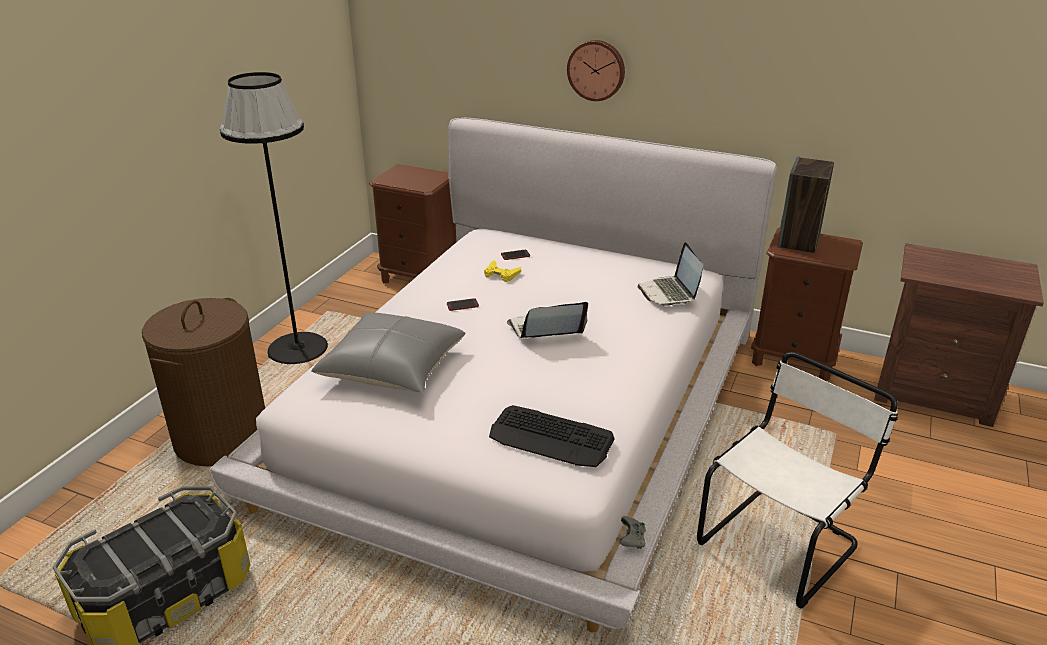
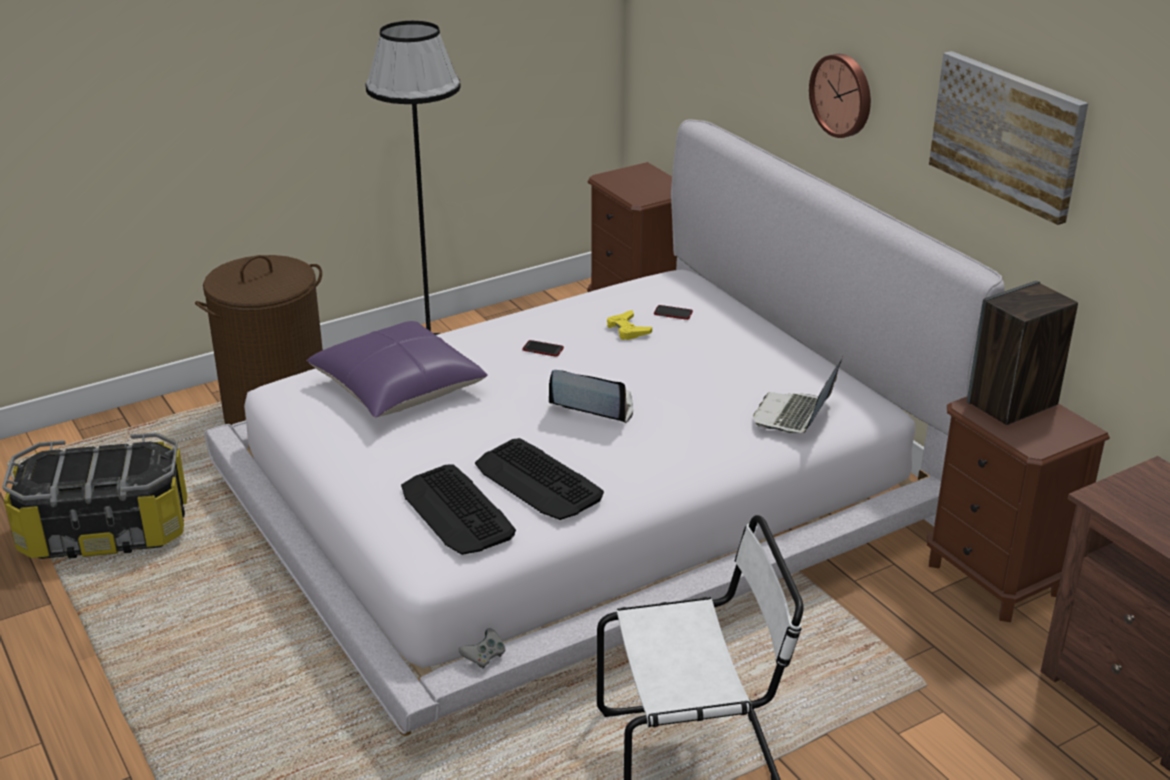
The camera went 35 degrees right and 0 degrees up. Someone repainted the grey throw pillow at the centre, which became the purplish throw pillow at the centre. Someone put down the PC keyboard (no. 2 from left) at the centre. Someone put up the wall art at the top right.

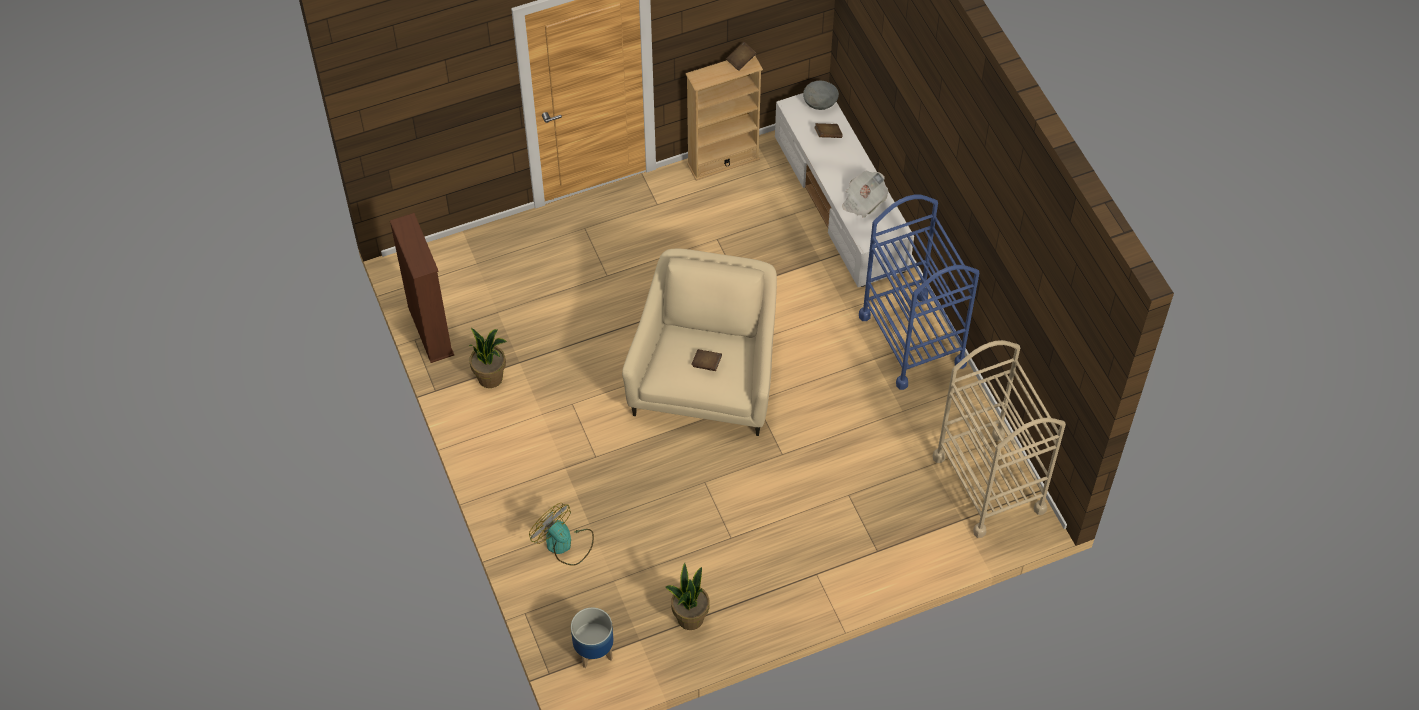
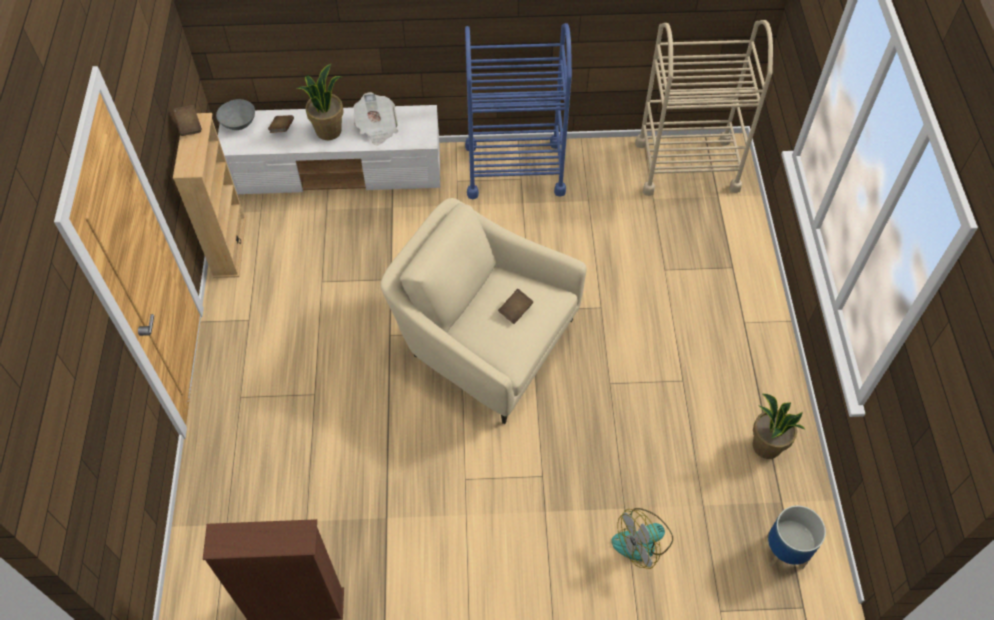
The camera went 70 degrees left and 0 degrees up. Someone carried the plant in a pot (no. 1 from left) from the centre to the top left.

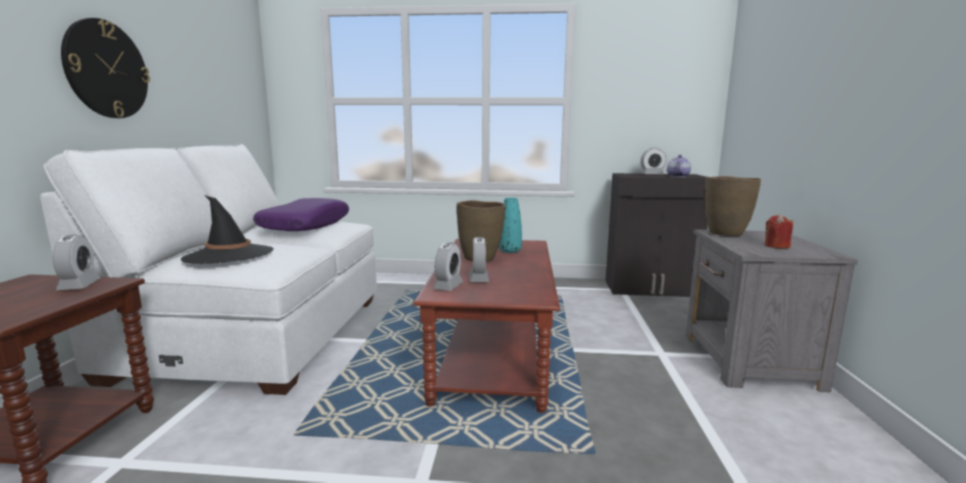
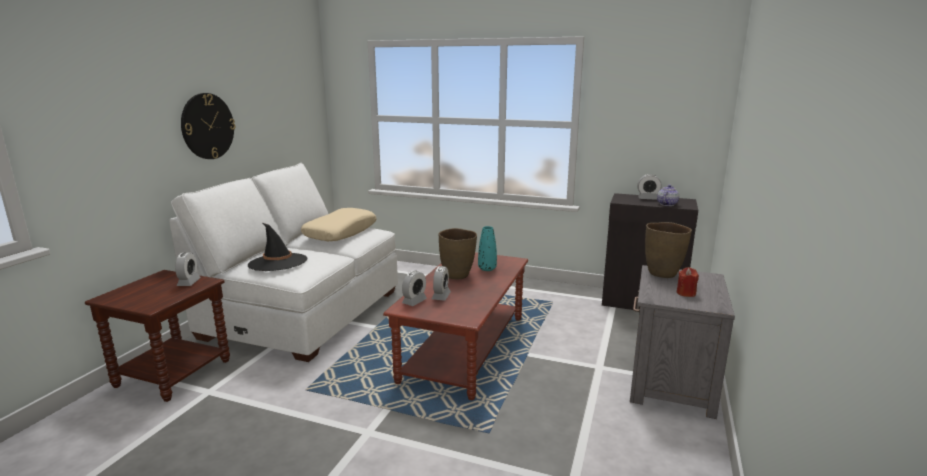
The camera went 15 degrees right and 5 degrees up. Someone repainted the purplish throw pillow at the middle left, which became the beige-coloured throw pillow at the centre.

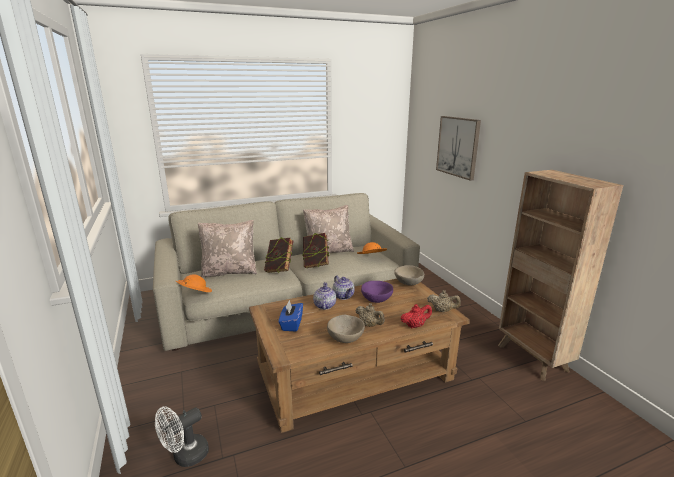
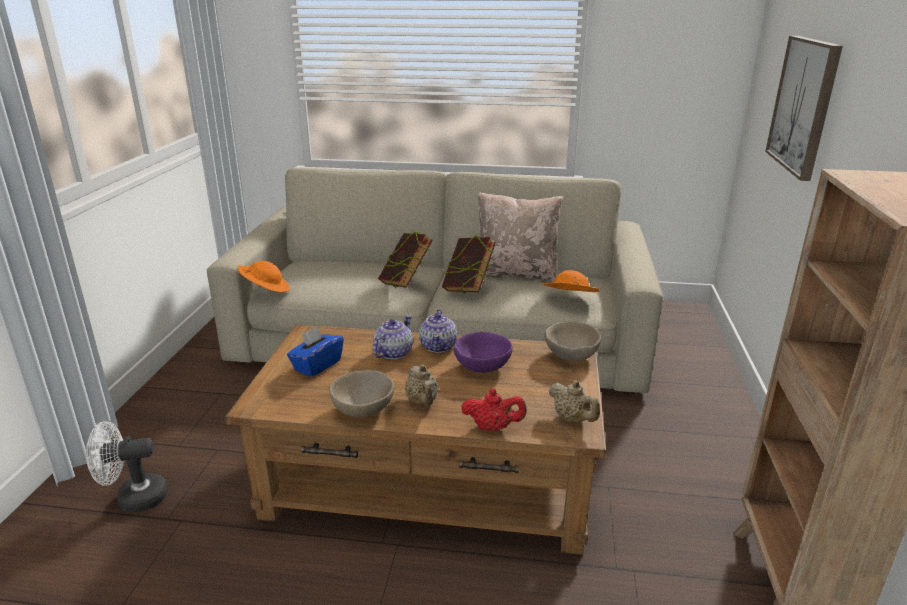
The camera went 30 degrees right and 5 degrees up. Someone took away the beige-coloured throw pillow (no. 1 from left) at the centre.

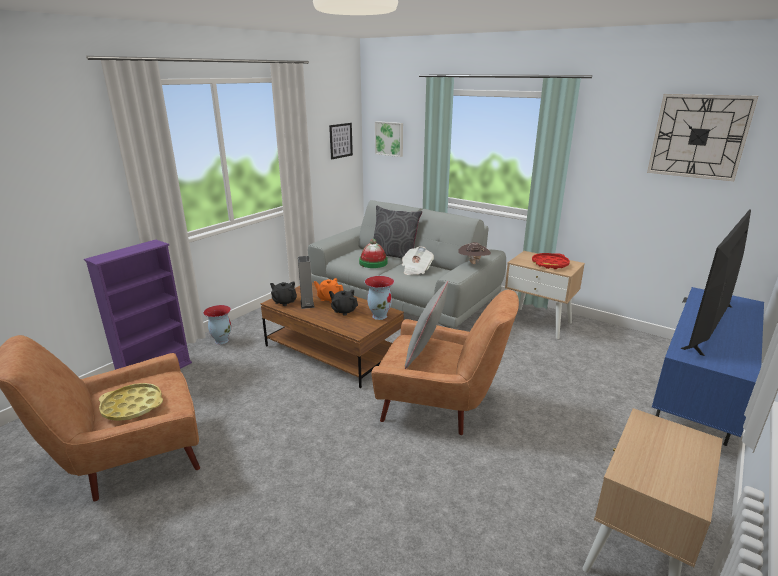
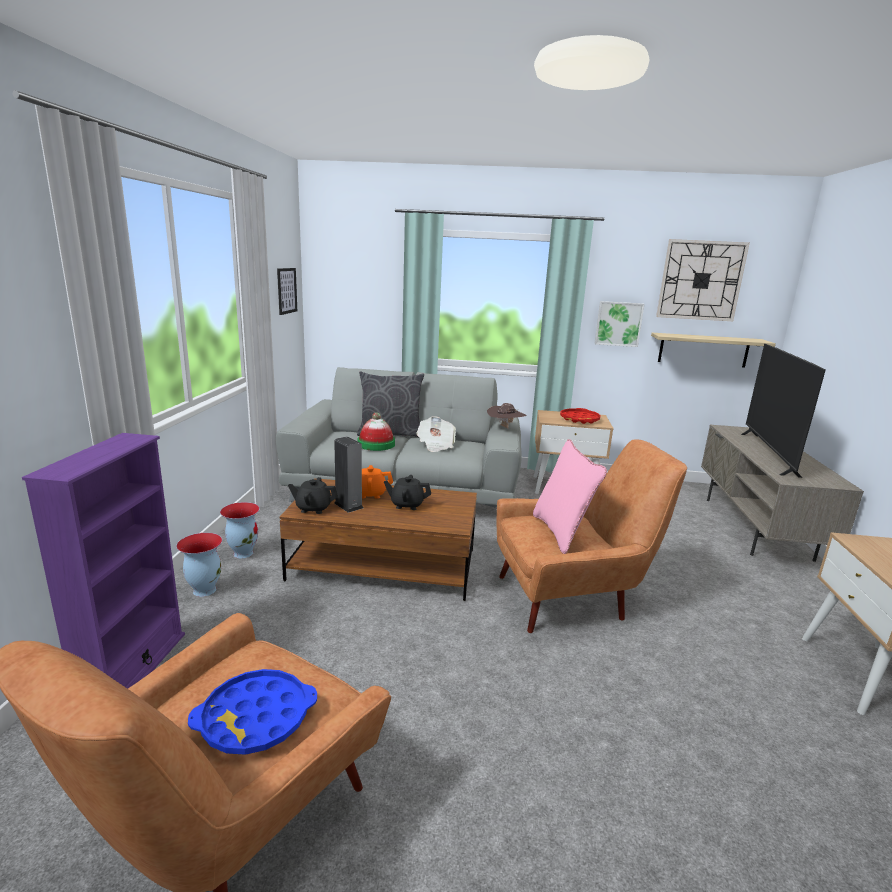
The camera went 30 degrees left and 5 degrees down. Someone repainted the yellowish tray at the bottom left, which became the blue tray at the bottom left. Someone carried the vase (no. 2 from left) from the centre to the middle left. Someone carried the wall art (no. 2 from left) from the top centre to the middle right. Someone repainted the grey throw pillow (no. 2 from left) at the centre, which became the pink throw pillow at the centre. Someone repainted the blue media console at the middle right, which became the grey media console at the middle right. Someone put up the bracket shelf at the middle right.

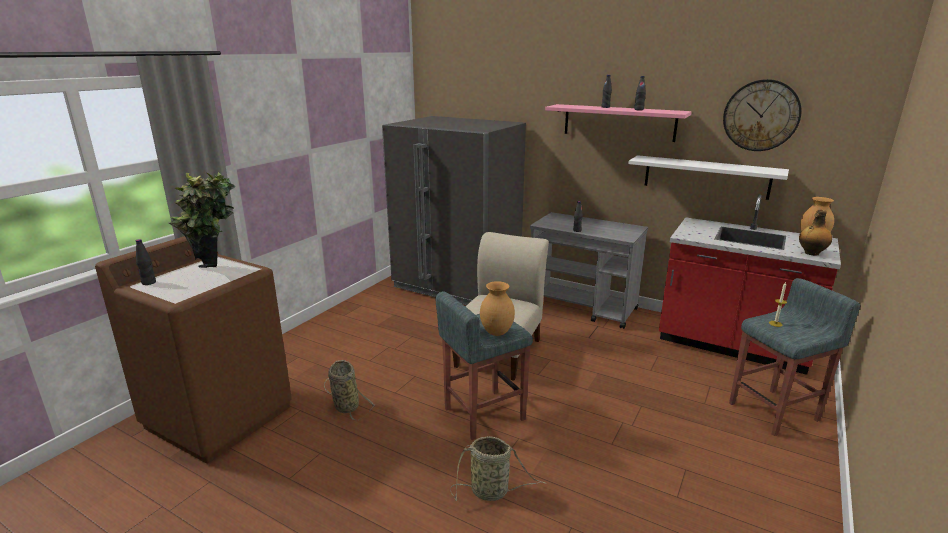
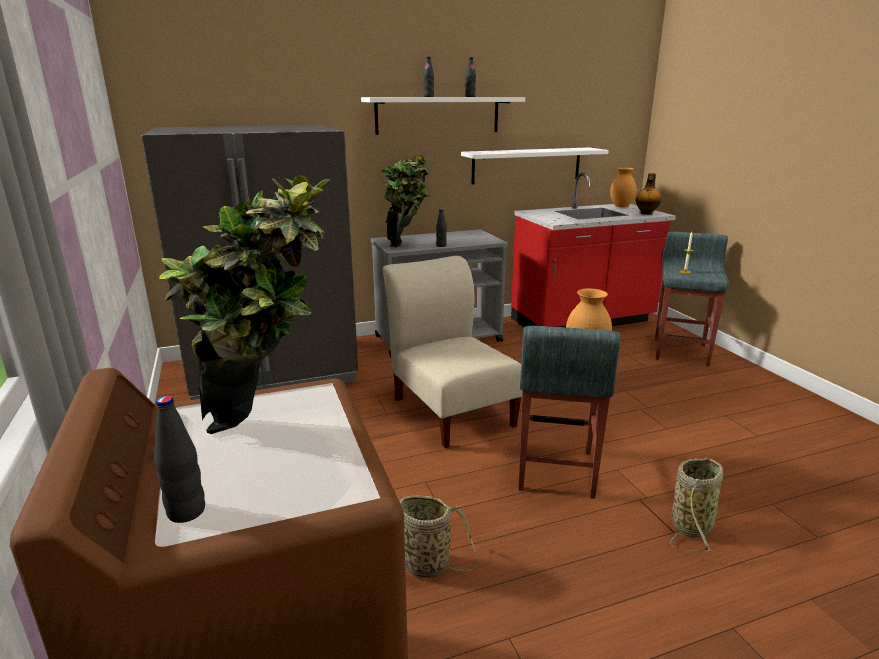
The camera went 50 degrees left and 0 degrees up. Someone repainted the pink bracket shelf at the top centre, which became the white bracket shelf (no. 1 from left) at the top centre. Someone took away the wall clock at the top right. Someone put down the plant in a pot (no. 2 from left) at the top centre.

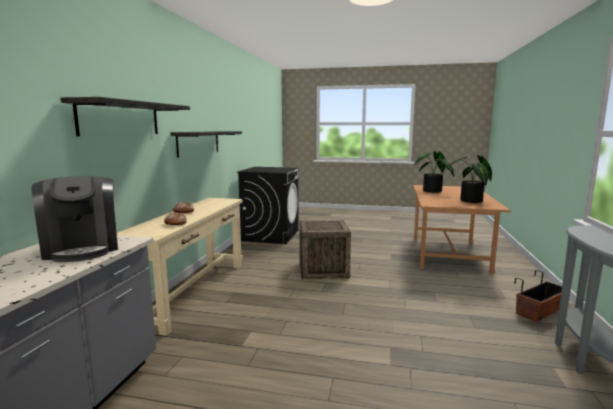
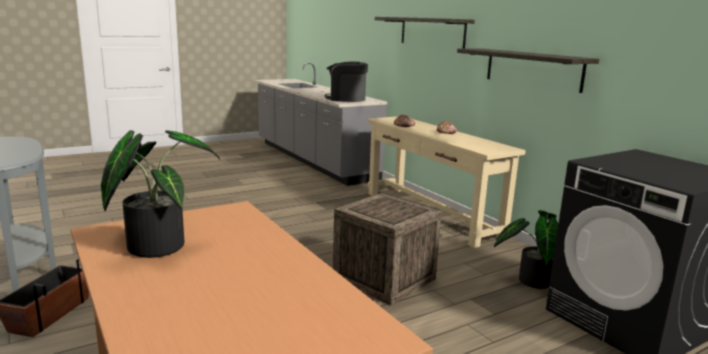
The camera went 135 degrees right and 5 degrees up. Someone carried the plant in a pot (no. 1 from left in the first image) from the middle right to the bottom right.

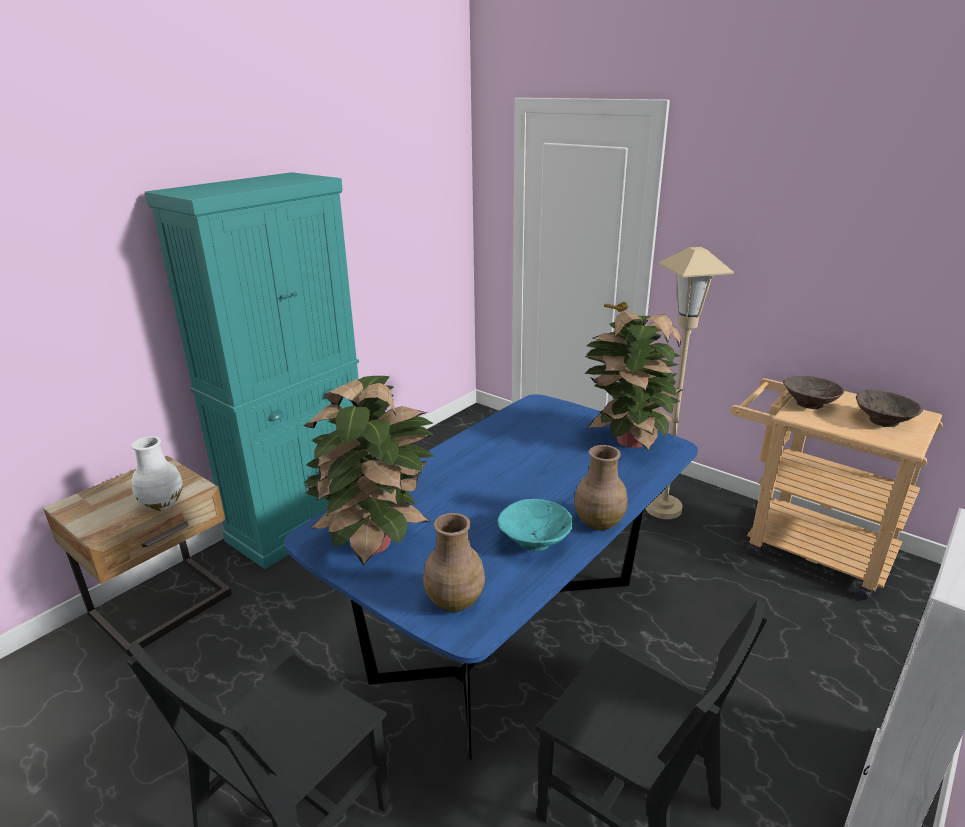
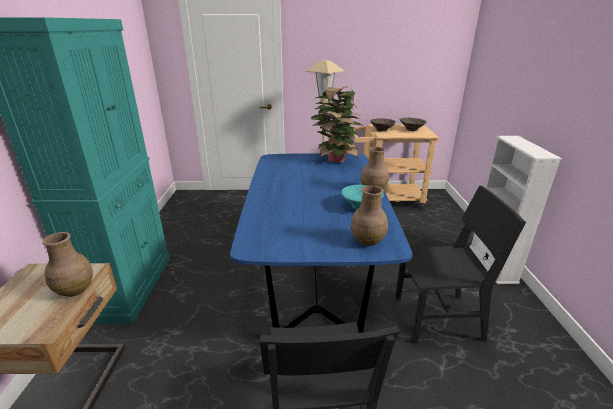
The camera went 40 degrees left and 0 degrees up. Someone repainted the white vase at the middle left, which became the brownish vase (no. 1 from left) at the middle left. Someone took away the plant in a pot (no. 1 from left) at the centre.

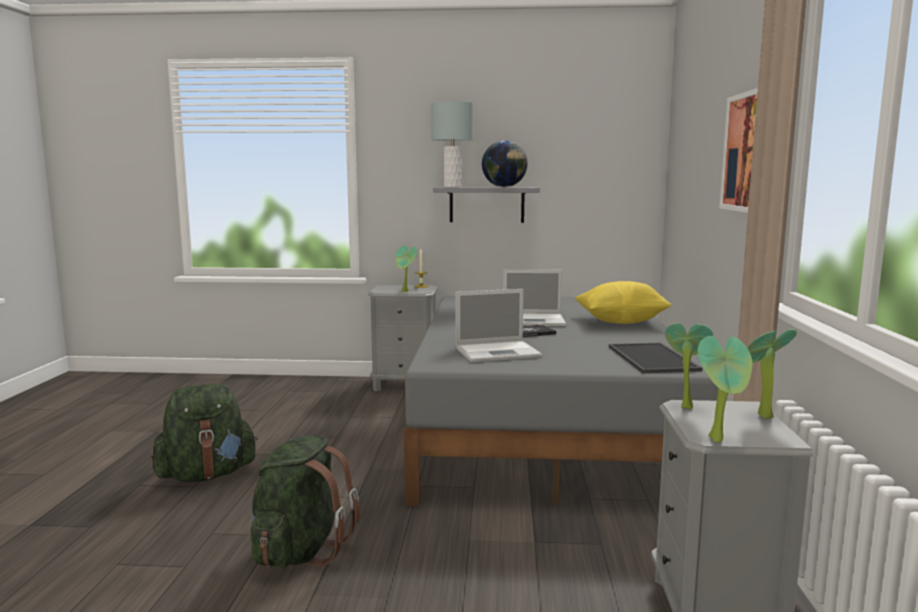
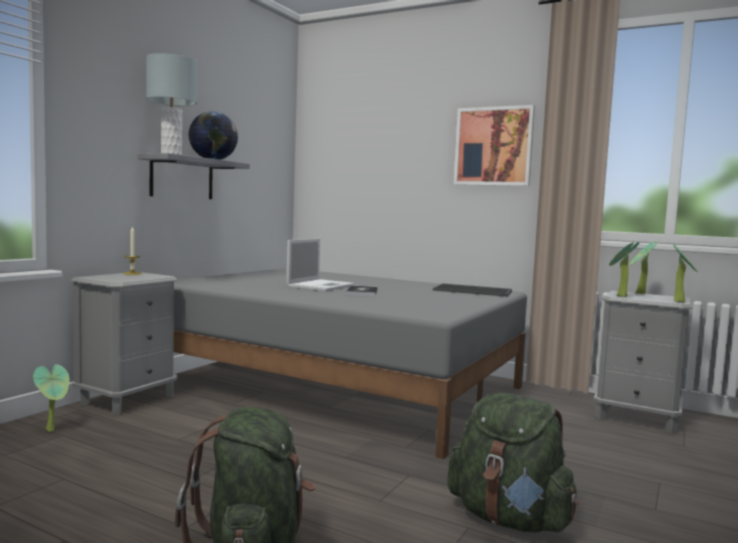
The camera went 65 degrees left and 5 degrees down. Someone carried the plant in a pot (no. 1 from left) from the centre to the bottom left. Someone took away the laptop (no. 1 from left) at the centre. Someone took away the yellowish throw pillow at the middle right.

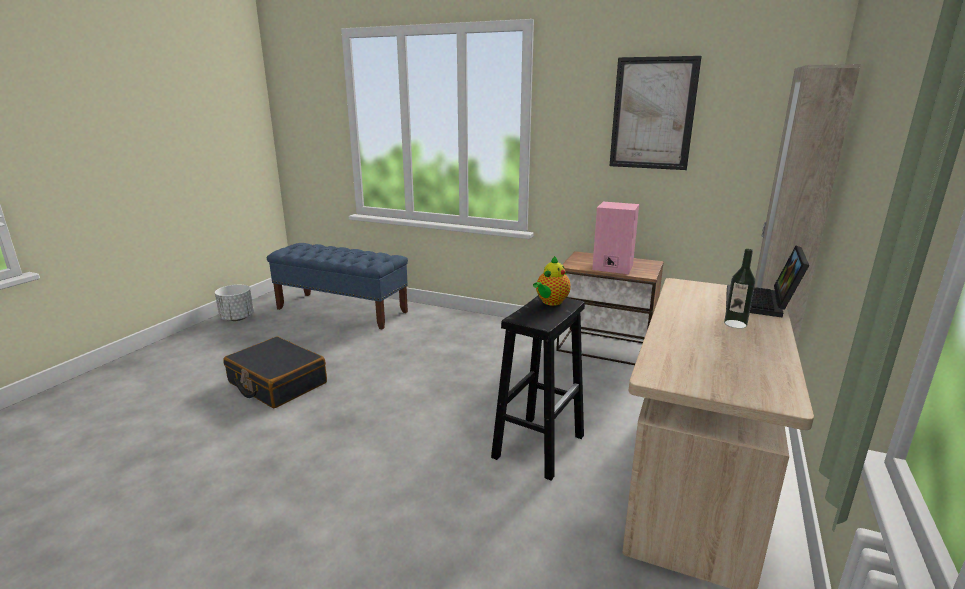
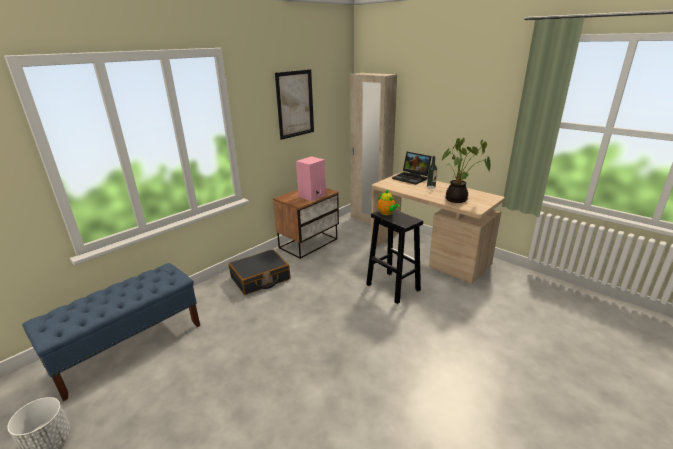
The camera went 70 degrees left and 5 degrees up. Someone carried the black suitcase from the middle left to the centre. Someone put down the plant in a pot at the middle right.

